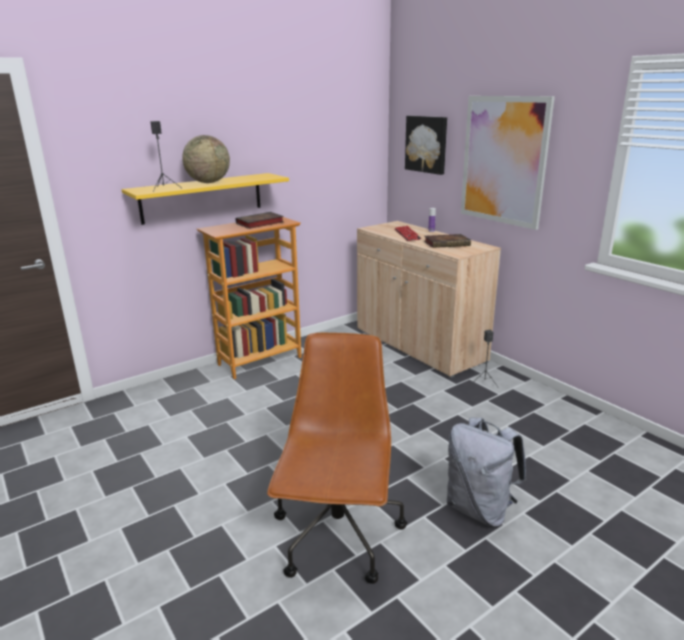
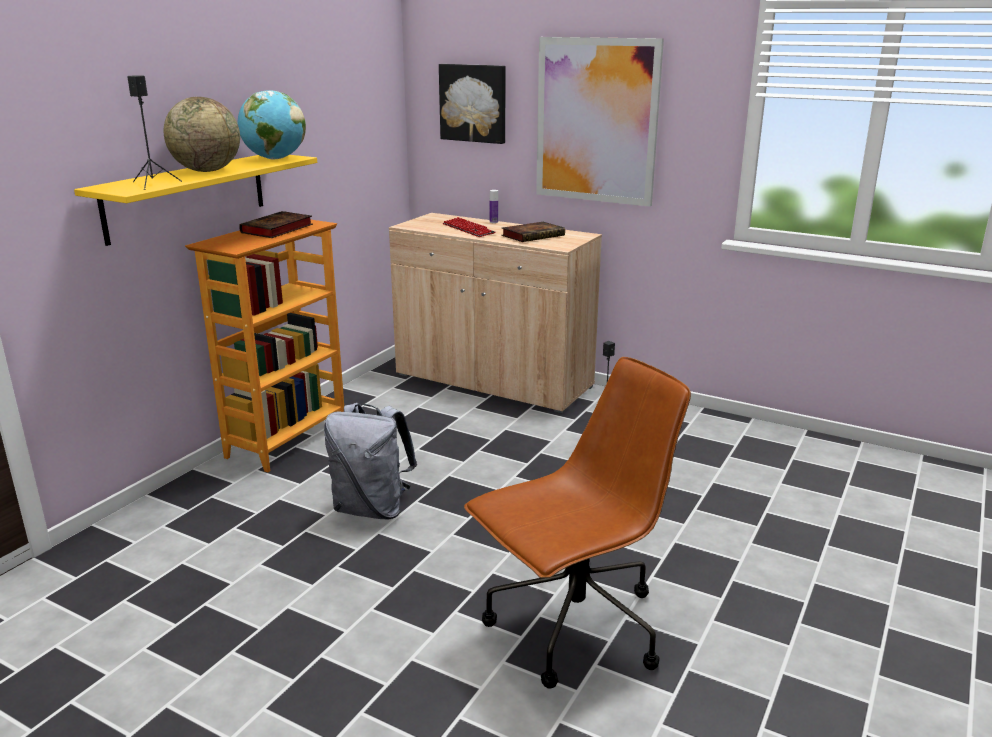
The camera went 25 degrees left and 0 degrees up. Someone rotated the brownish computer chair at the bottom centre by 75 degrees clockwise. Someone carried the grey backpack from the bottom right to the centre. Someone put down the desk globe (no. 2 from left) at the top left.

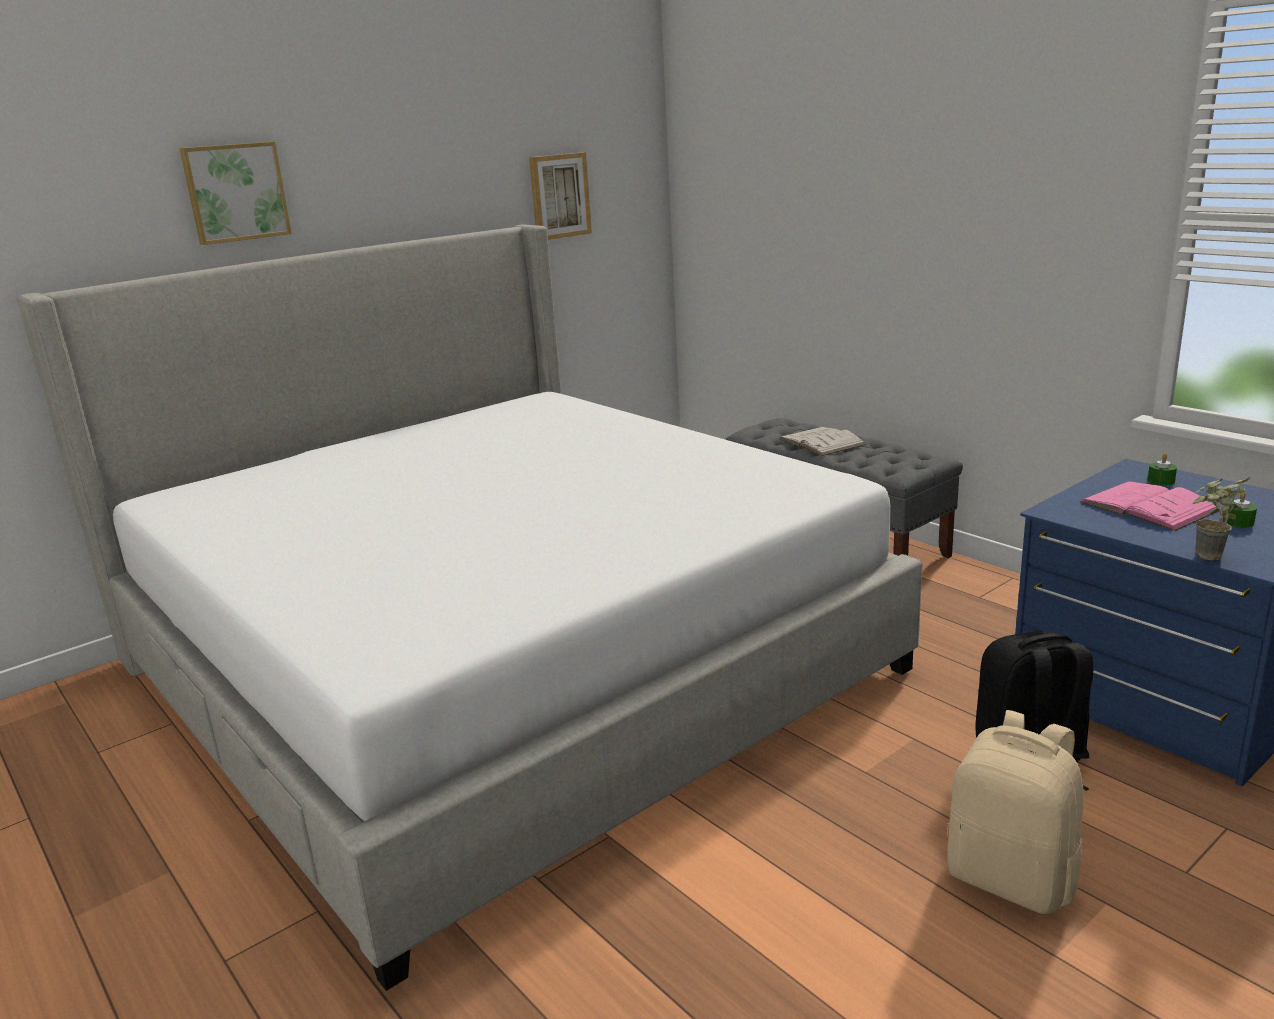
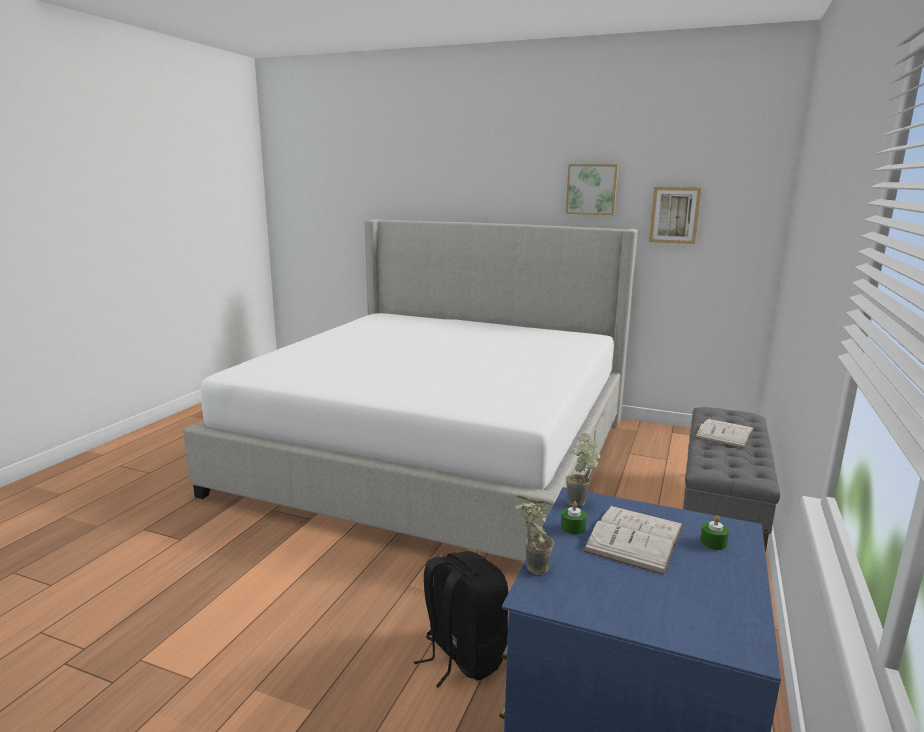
The camera went 60 degrees right and 5 degrees down. Someone carried the wall art (no. 1 from left) from the top left to the top centre. Someone took away the beige-coloured backpack at the bottom right. Someone repainted the pink bound book at the middle right, which became the white bound book (no. 1 from left) at the bottom right. Someone carried the green-coloured wax candle (no. 2 from left in the first image) from the middle right to the bottom centre. Someone put down the plant in a pot (no. 2 from left) at the centre.

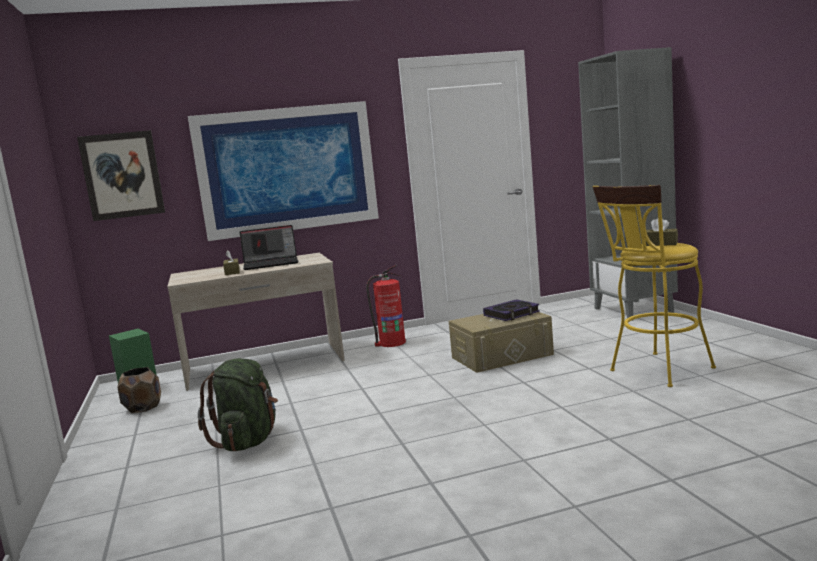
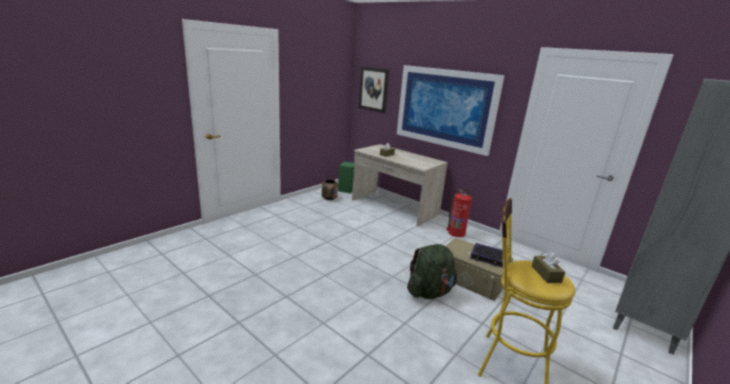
The camera went 55 degrees right and 10 degrees up. Someone carried the green-coloured backpack from the bottom left to the bottom centre. Someone took away the laptop at the middle left.

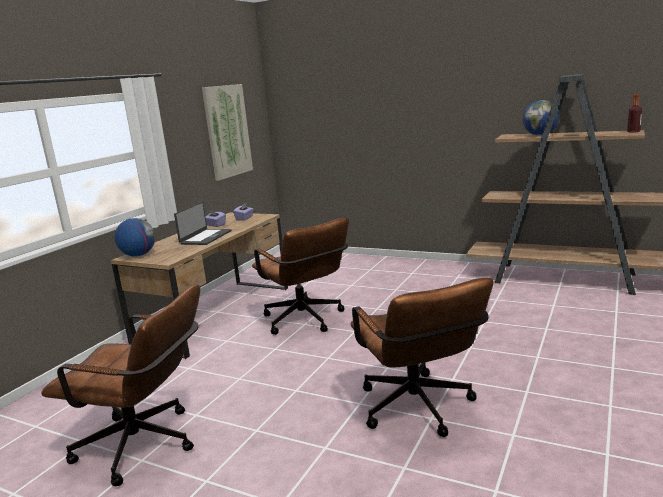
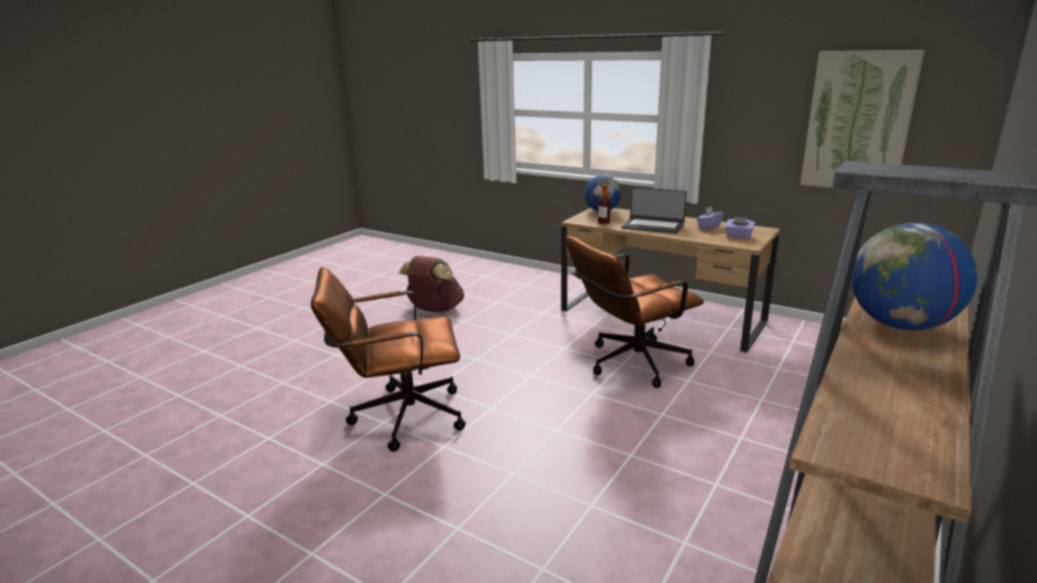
The camera went 95 degrees right and 5 degrees up. Someone swapped the brownish computer chair (no. 1 from left) at the bottom left for the brownish backpack at the centre. Someone carried the beverage bottle from the top right to the centre.

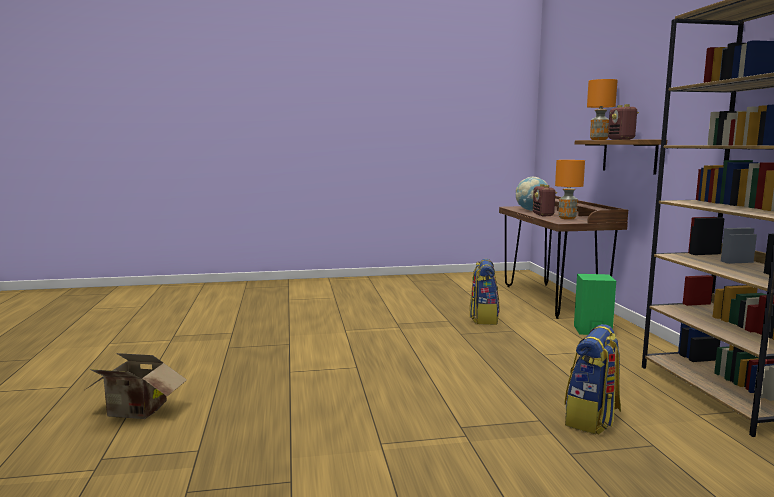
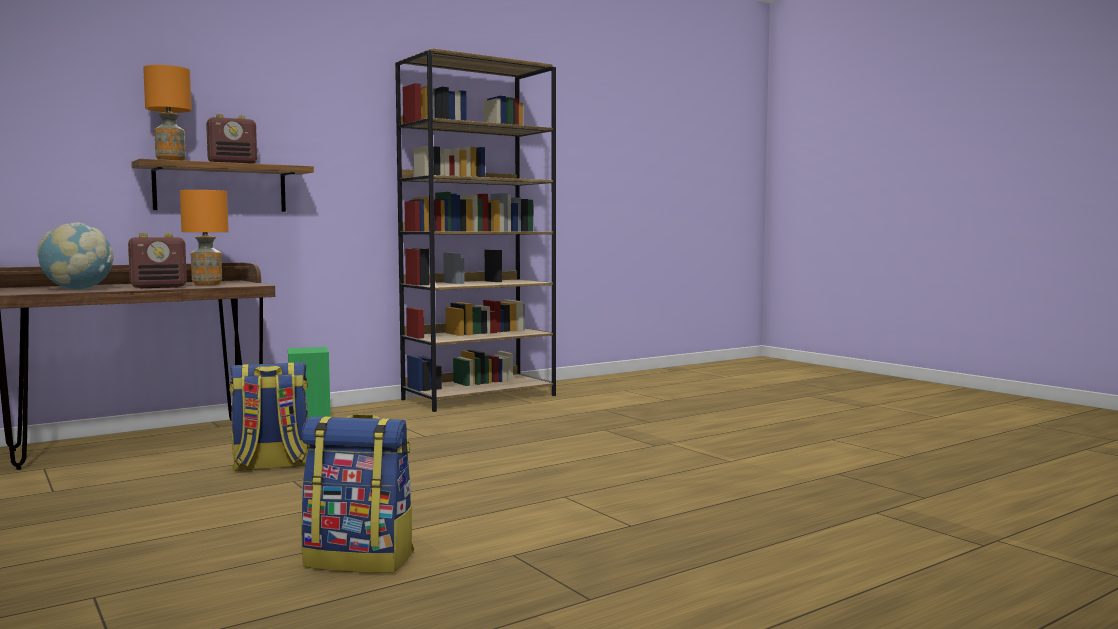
The camera went 115 degrees left and 5 degrees down. Someone took away the carton at the bottom left. Someone carried the backpack (no. 2 from left) from the bottom right to the bottom left.

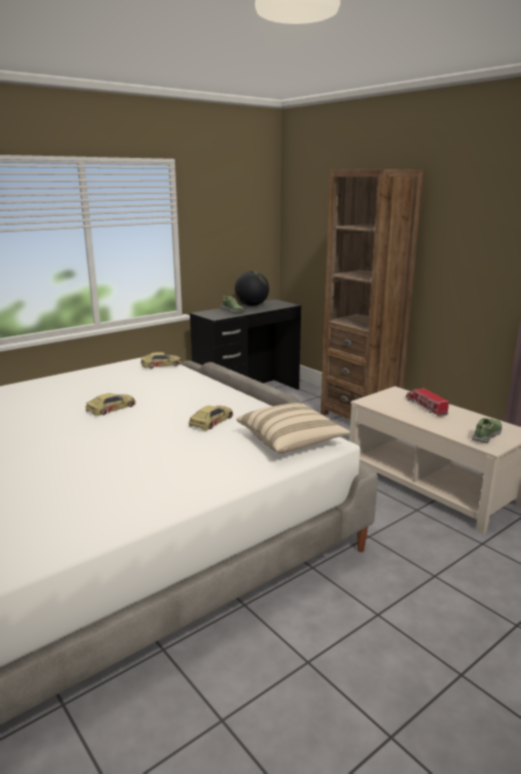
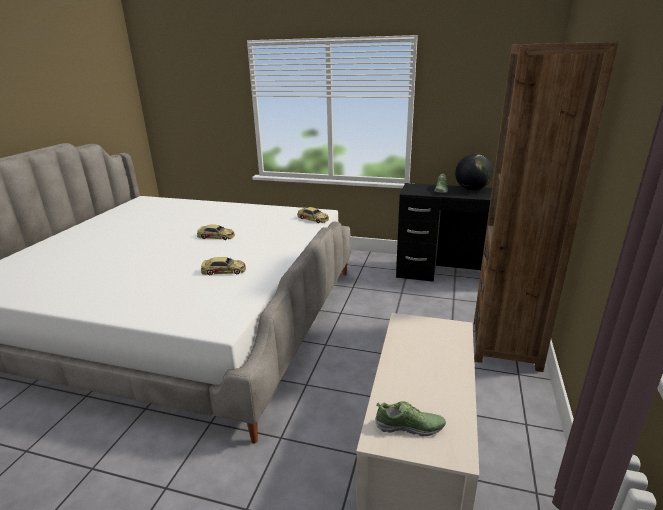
The camera went 55 degrees right and 5 degrees up. Someone took away the beige-coloured throw pillow at the centre. Someone took away the model truck at the middle right.

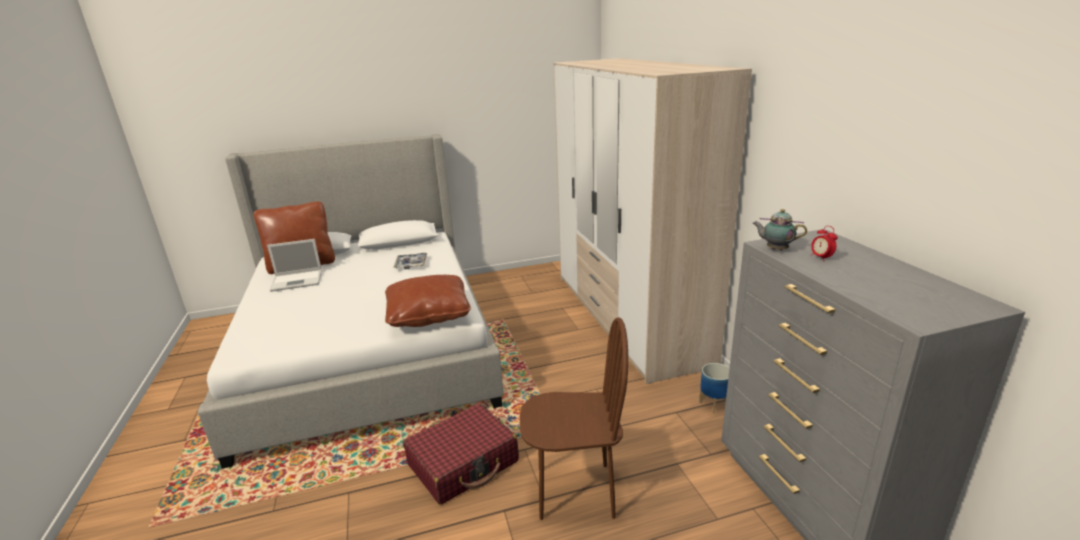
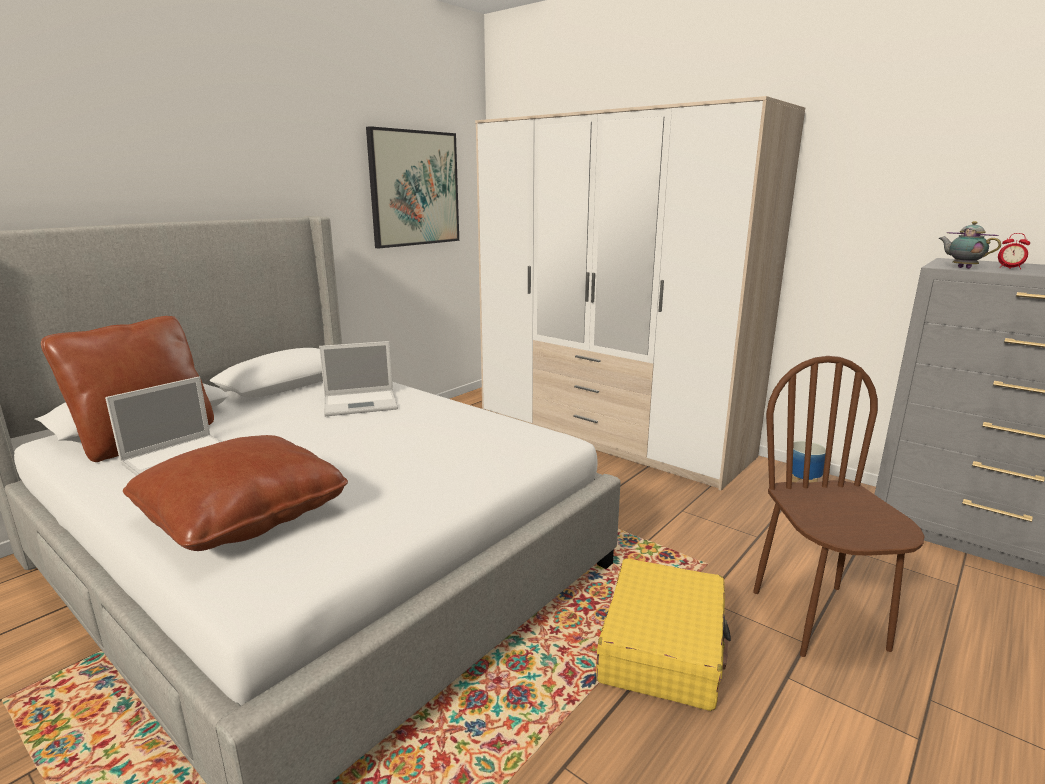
The camera went 35 degrees left and 5 degrees down. Someone carried the brownish throw pillow (no. 2 from left) from the centre to the middle left. Someone swapped the tray at the centre for the laptop (no. 2 from left) at the centre. Someone repainted the red suitcase at the bottom centre, which became the yellowish suitcase at the bottom centre. Someone rotated the brownish plain chair at the bottom centre by 60 degrees counterclockwise. Someone rotated the pot for tea at the middle right by 60 degrees clockwise. Someone put up the wall art at the top centre.

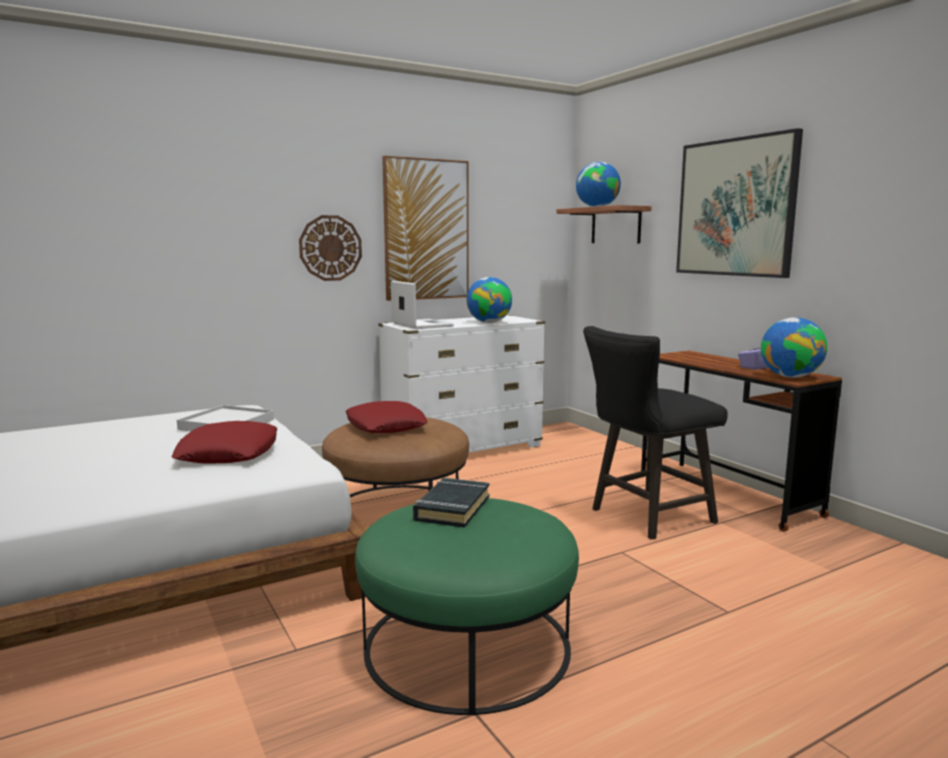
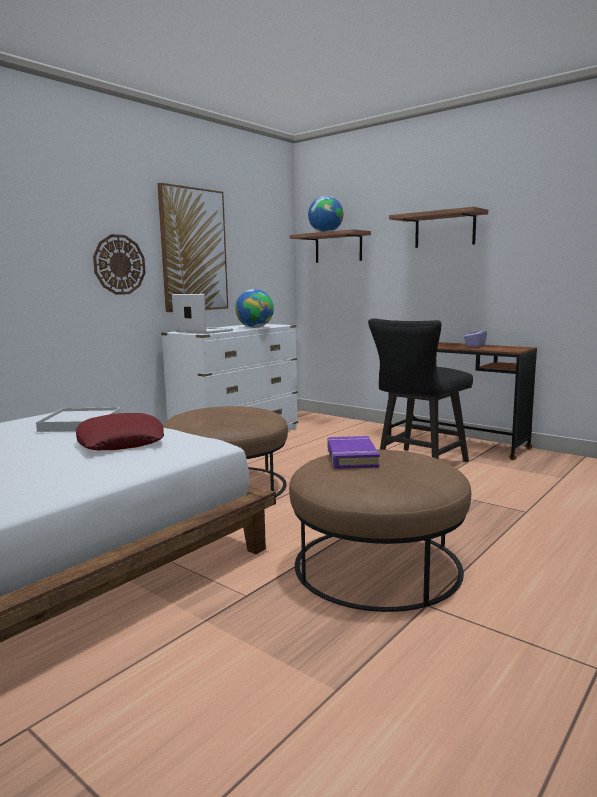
The camera went 20 degrees left and 0 degrees up. Someone took away the red throw pillow (no. 2 from left) at the centre. Someone repainted the green-coloured ottoman at the bottom centre, which became the brownish ottoman (no. 2 from left) at the centre. Someone repainted the black bound book at the centre, which became the purplish bound book at the centre. Someone swapped the wall art (no. 2 from left) at the top right for the bracket shelf (no. 2 from left) at the top right. Someone took away the desk globe (no. 3 from left) at the middle right.

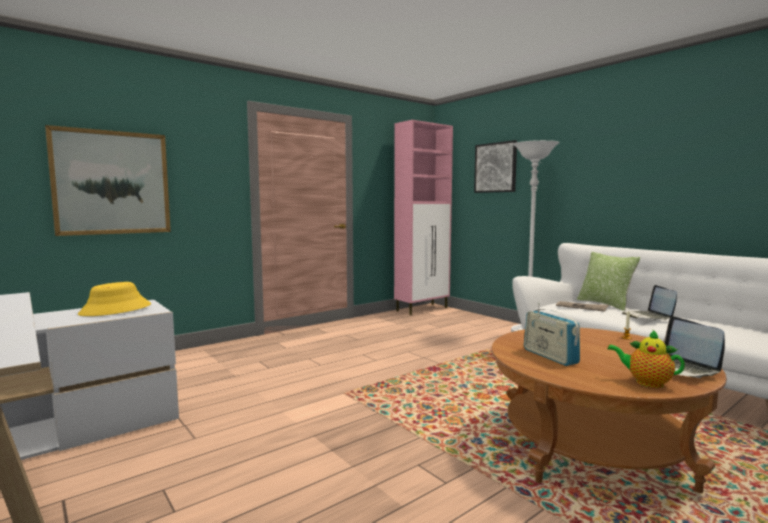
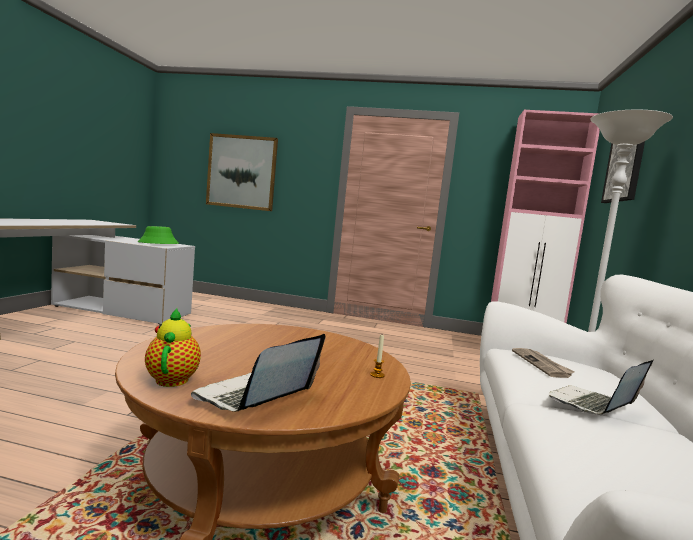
The camera went 50 degrees right and 0 degrees up. Someone repainted the yellowish hat at the middle left, which became the green-coloured hat at the middle left. Someone took away the radio at the middle right. Someone took away the throw pillow at the middle right.

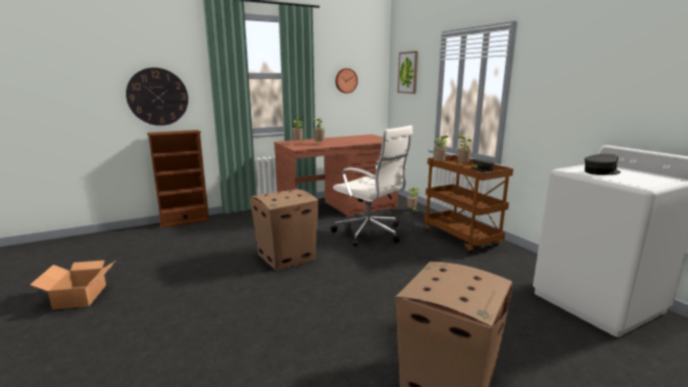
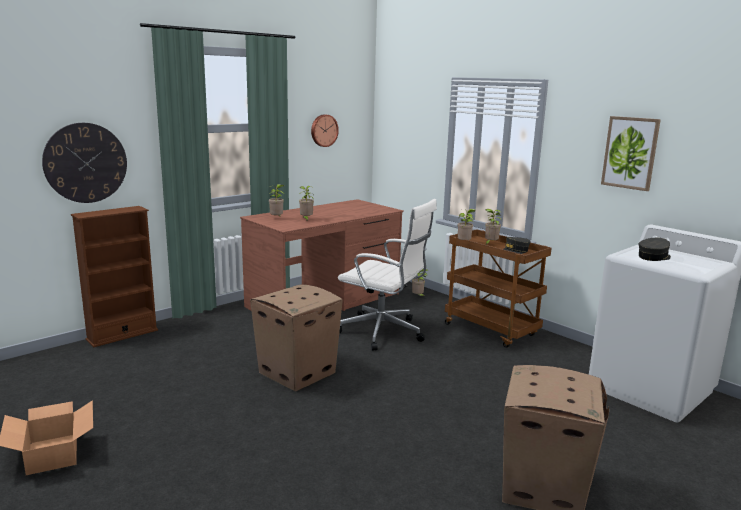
The camera went 15 degrees left and 0 degrees up. Someone carried the wall art from the top centre to the top right.

